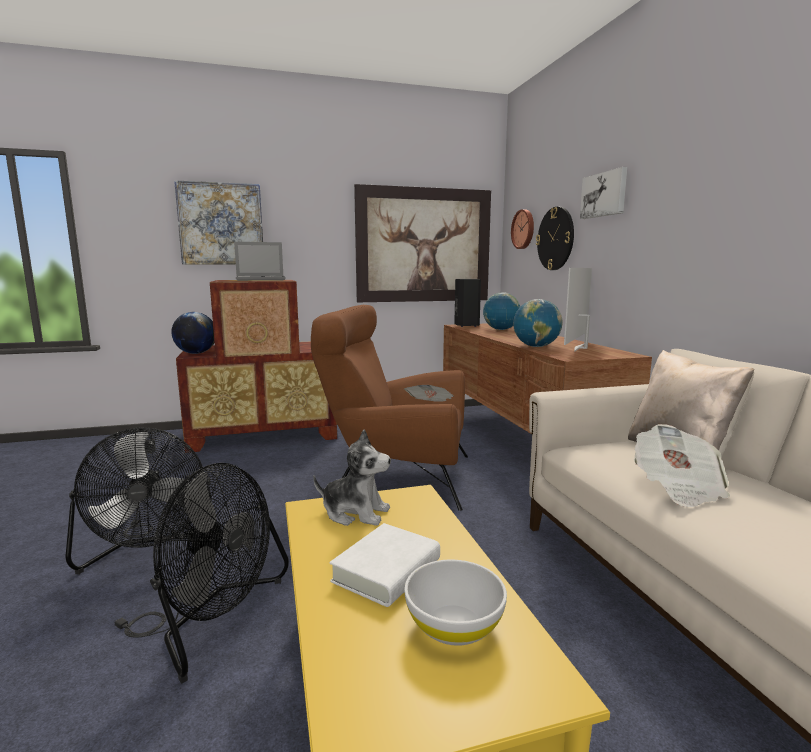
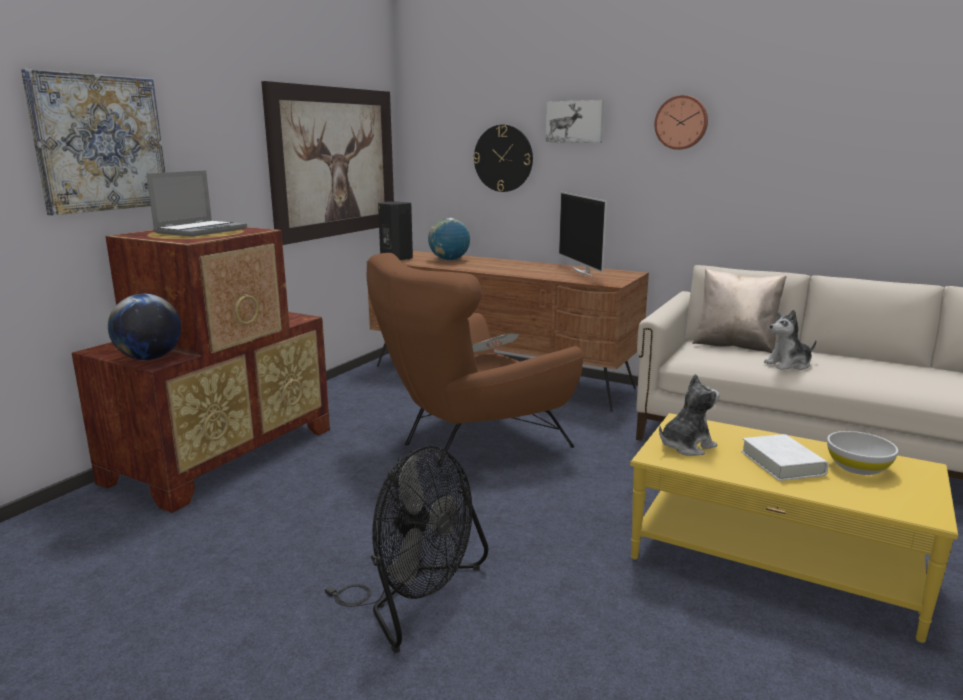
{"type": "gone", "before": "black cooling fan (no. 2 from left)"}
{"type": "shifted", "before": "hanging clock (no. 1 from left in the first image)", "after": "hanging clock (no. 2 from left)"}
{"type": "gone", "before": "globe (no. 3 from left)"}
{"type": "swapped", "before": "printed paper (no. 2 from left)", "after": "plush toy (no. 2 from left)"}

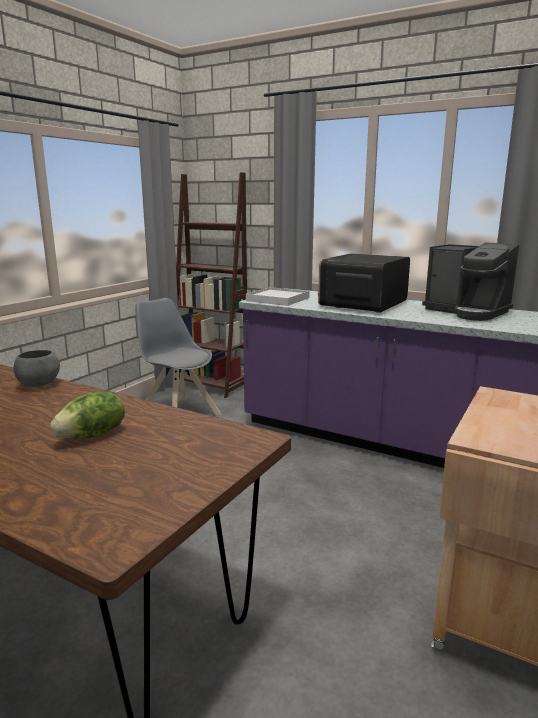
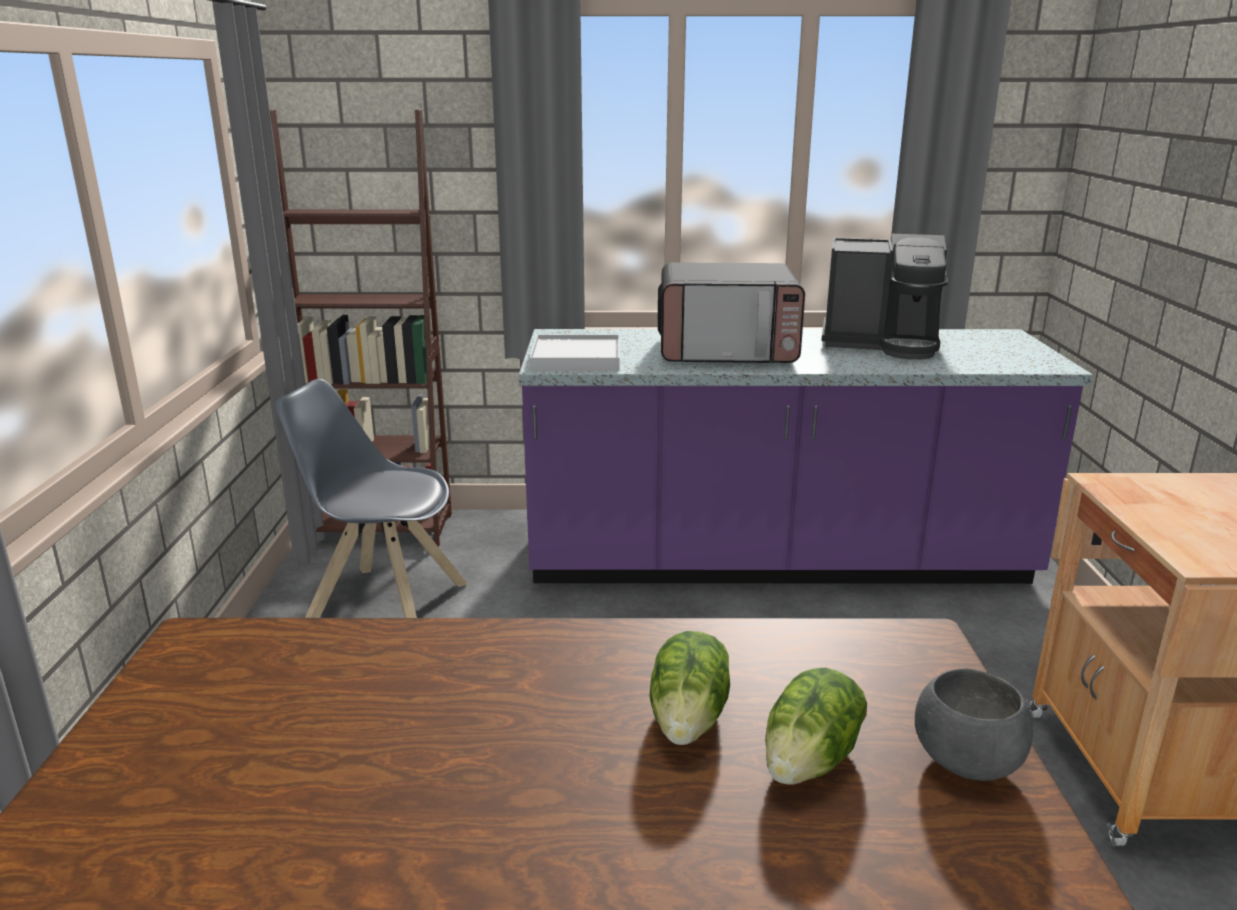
{"type": "shifted", "before": "greyish serving bowl"}
{"type": "rotated", "before": "kitchen microwave", "turn": -90}
{"type": "new", "after": "lettuce (no. 2 from left)"}

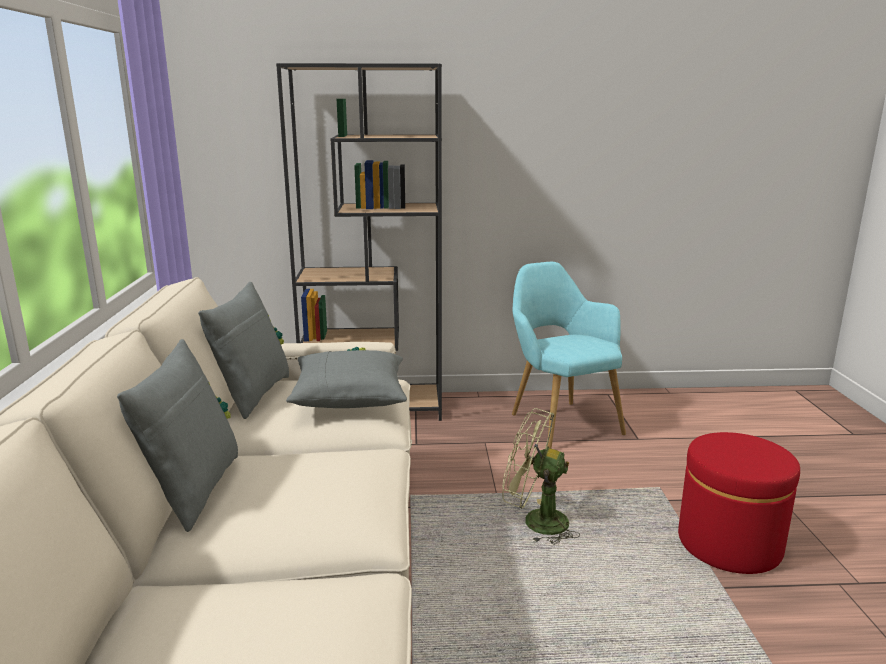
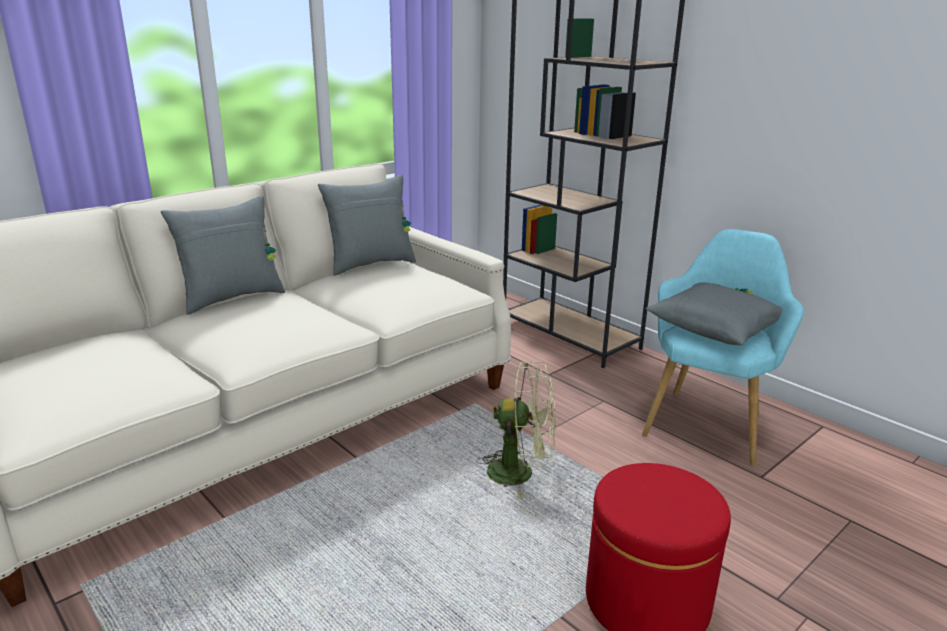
{"type": "shifted", "before": "greyish pillow (no. 3 from left)"}
{"type": "rotated", "before": "greenish cooling fan", "turn": 120}

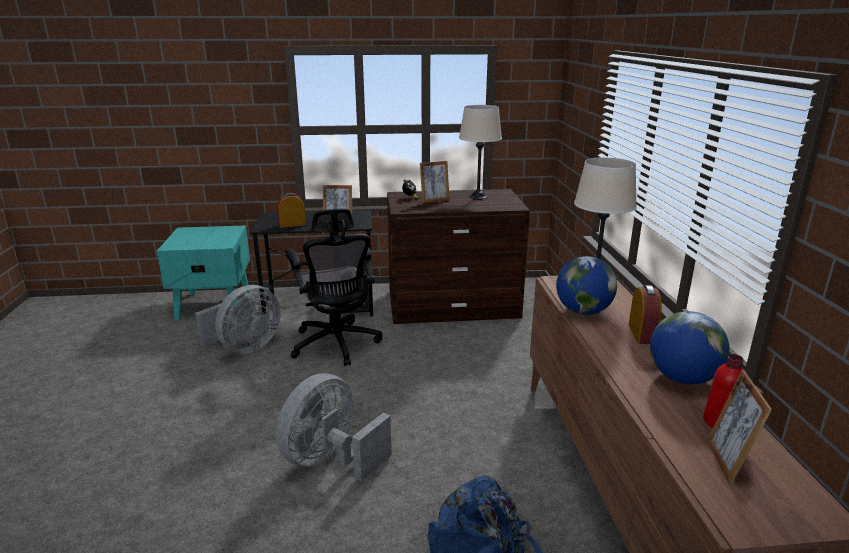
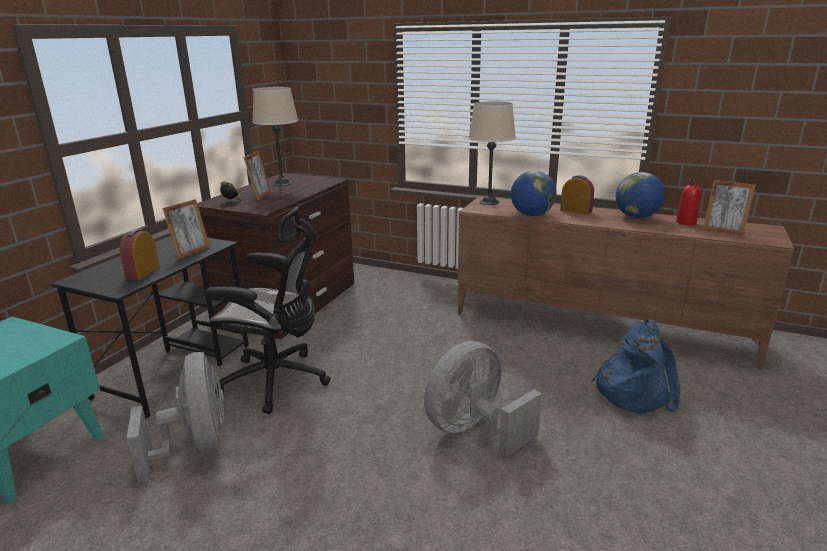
{"type": "rotated", "before": "greyish cooling fan (no. 2 from left)", "turn": 75}

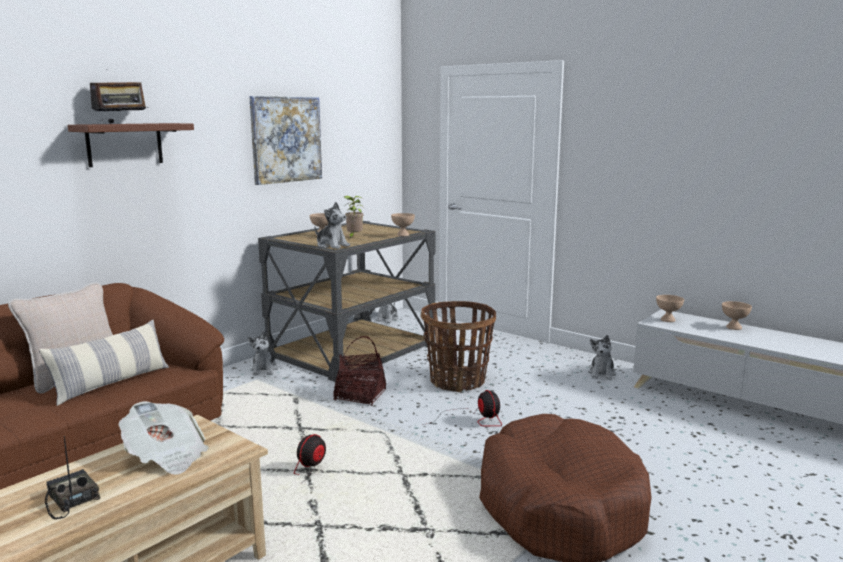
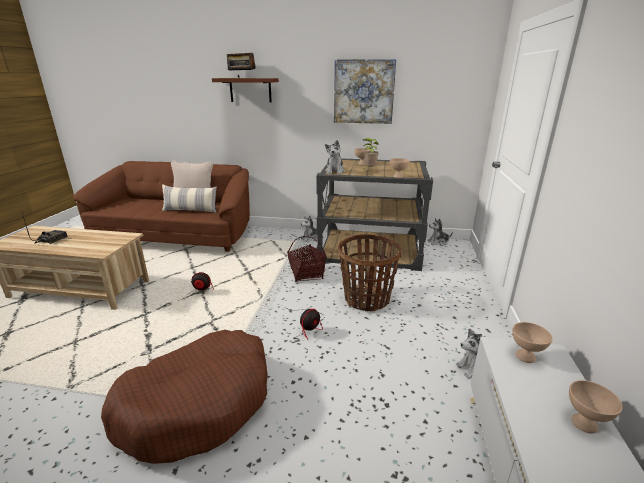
{"type": "gone", "before": "printed paper"}

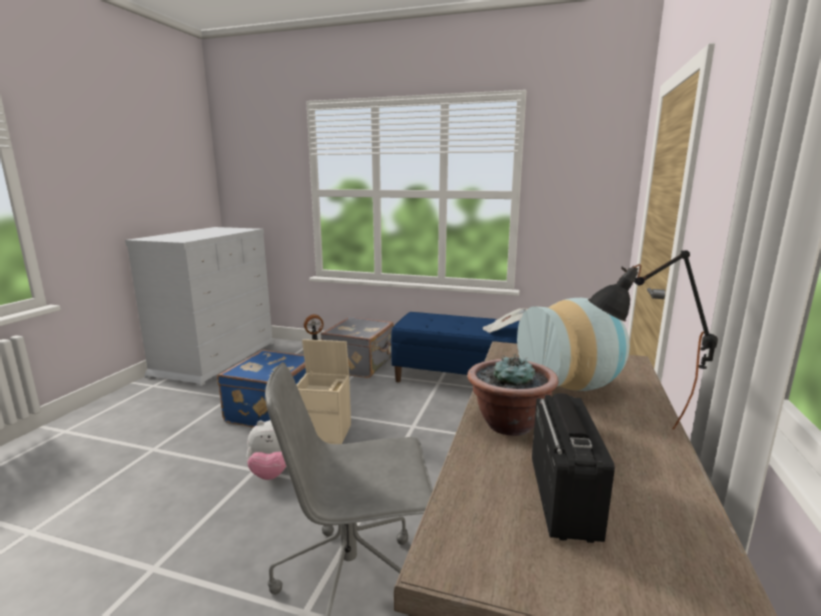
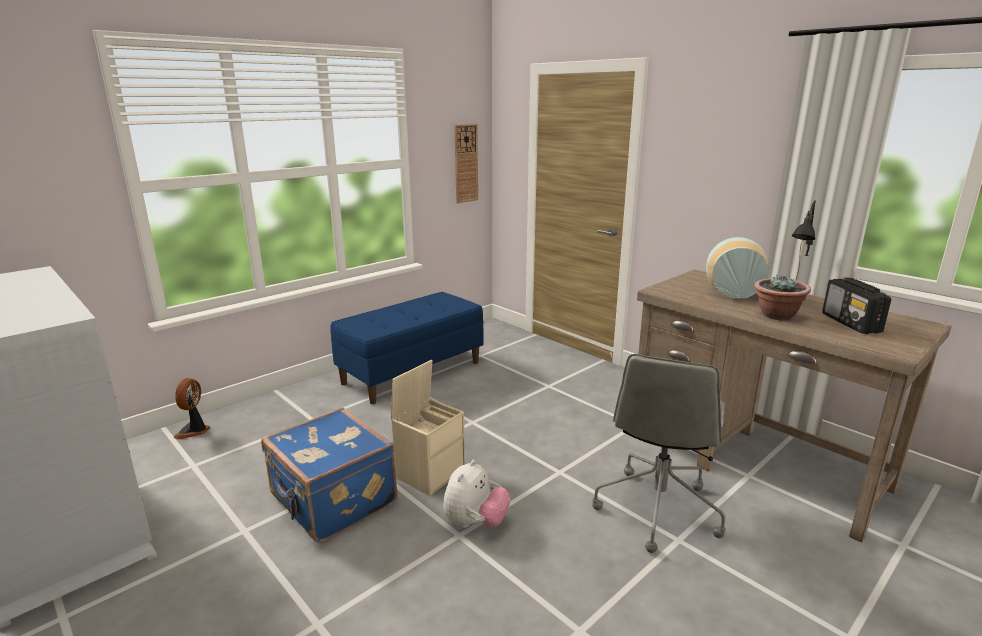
{"type": "gone", "before": "greyish piece of luggage"}
{"type": "gone", "before": "printed paper"}
{"type": "rotated", "before": "radio", "turn": -135}
{"type": "new", "after": "hanging clock"}

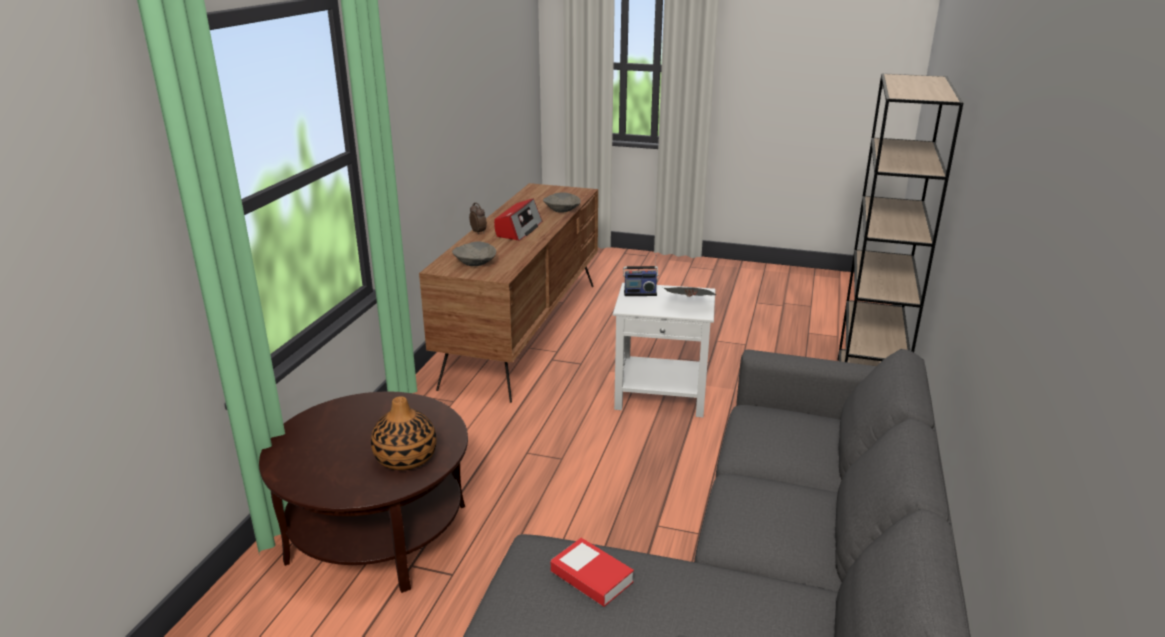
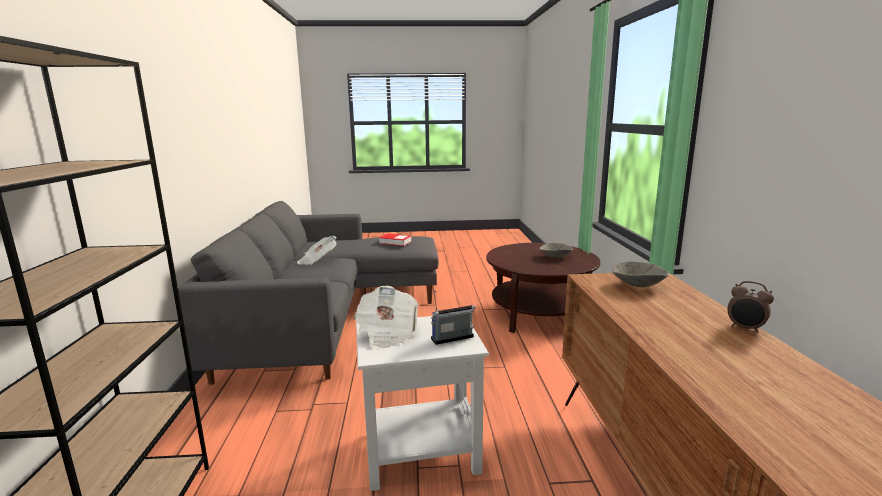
{"type": "gone", "before": "decorative vase"}
{"type": "gone", "before": "radio (no. 1 from left)"}
{"type": "shifted", "before": "greyish serving bowl (no. 2 from left in the first image)", "after": "greyish serving bowl (no. 1 from left)"}
{"type": "new", "after": "printed paper (no. 1 from left)"}

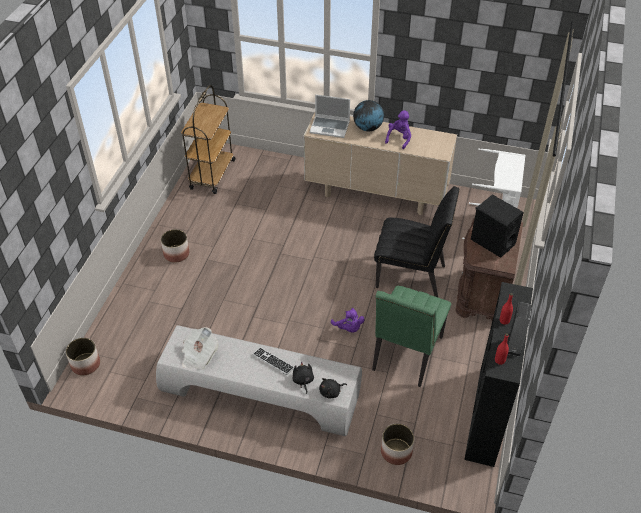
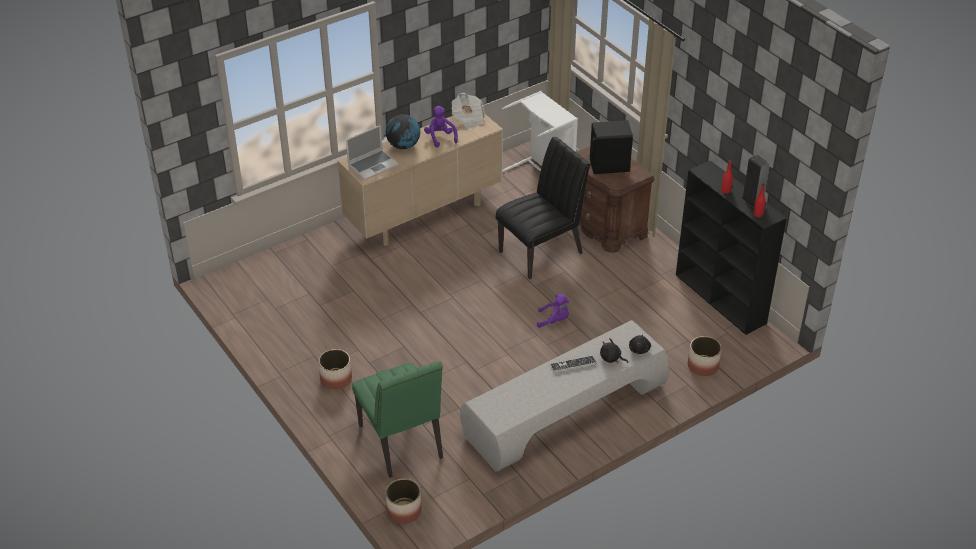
{"type": "gone", "before": "brownish cart"}
{"type": "shifted", "before": "printed paper"}
{"type": "shifted", "before": "greenish upright chair"}

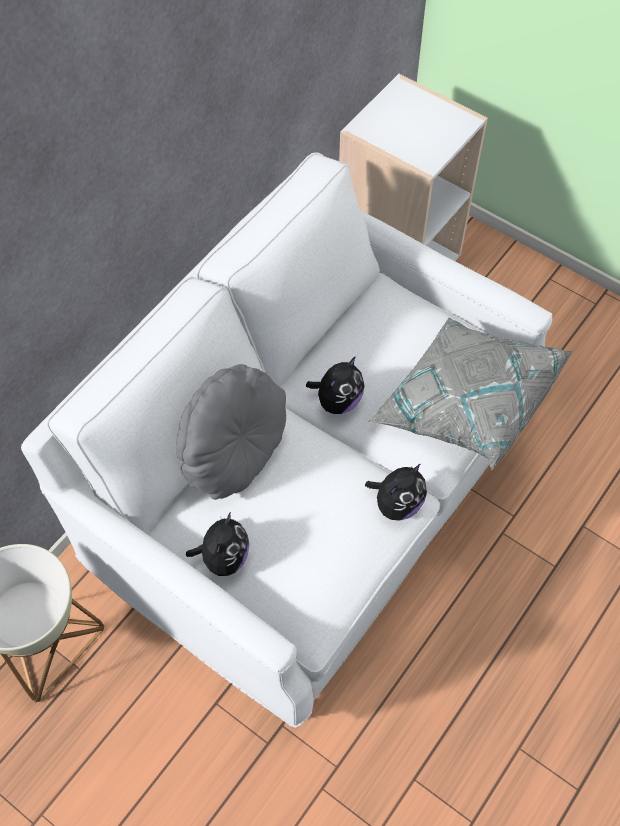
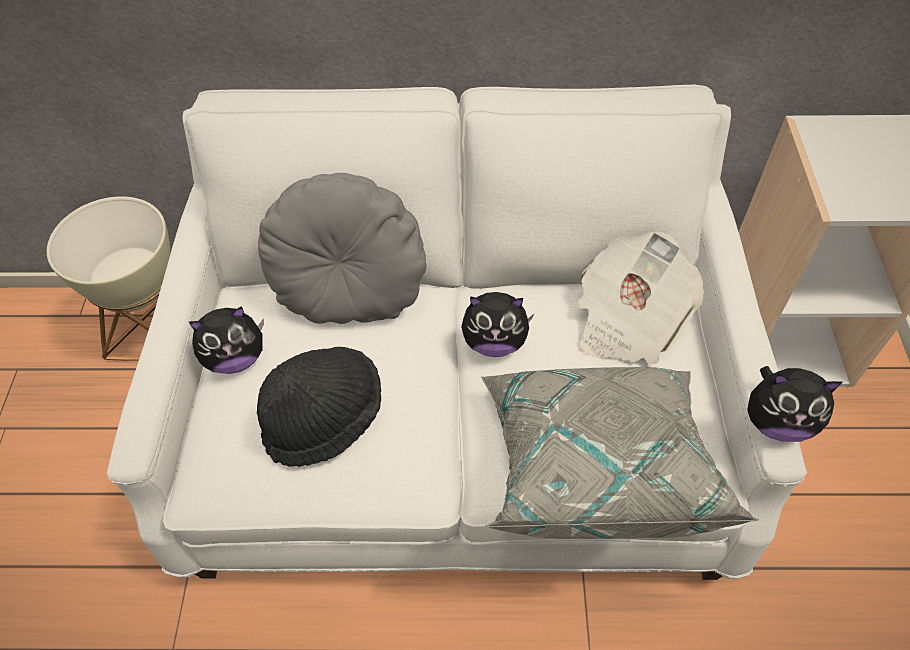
{"type": "shifted", "before": "plush toy (no. 3 from left)"}
{"type": "new", "after": "black wearable hat"}
{"type": "new", "after": "printed paper"}

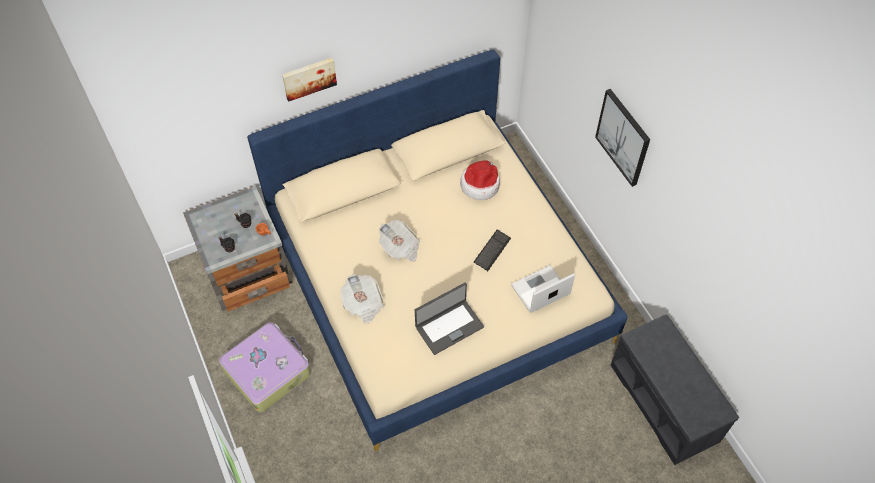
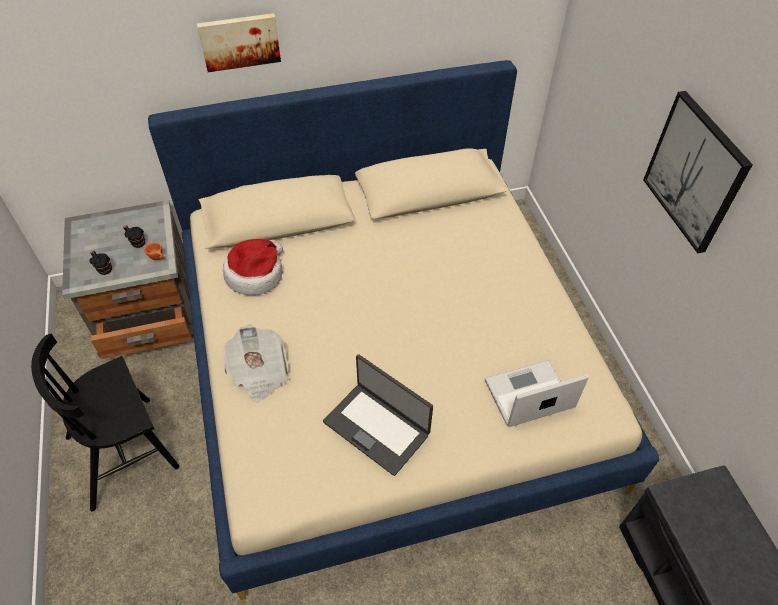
{"type": "swapped", "before": "piece of luggage", "after": "black upright chair"}
{"type": "gone", "before": "printed paper (no. 2 from left)"}
{"type": "rotated", "before": "laptop (no. 1 from left)", "turn": 60}
{"type": "shifted", "before": "wearable hat"}
{"type": "gone", "before": "PC keyboard"}

